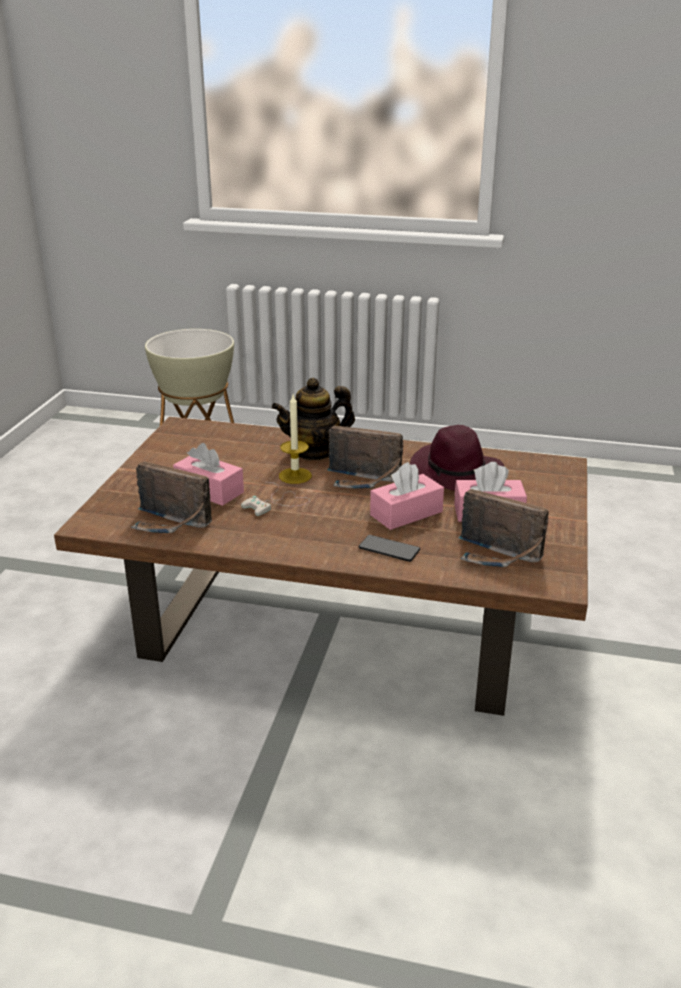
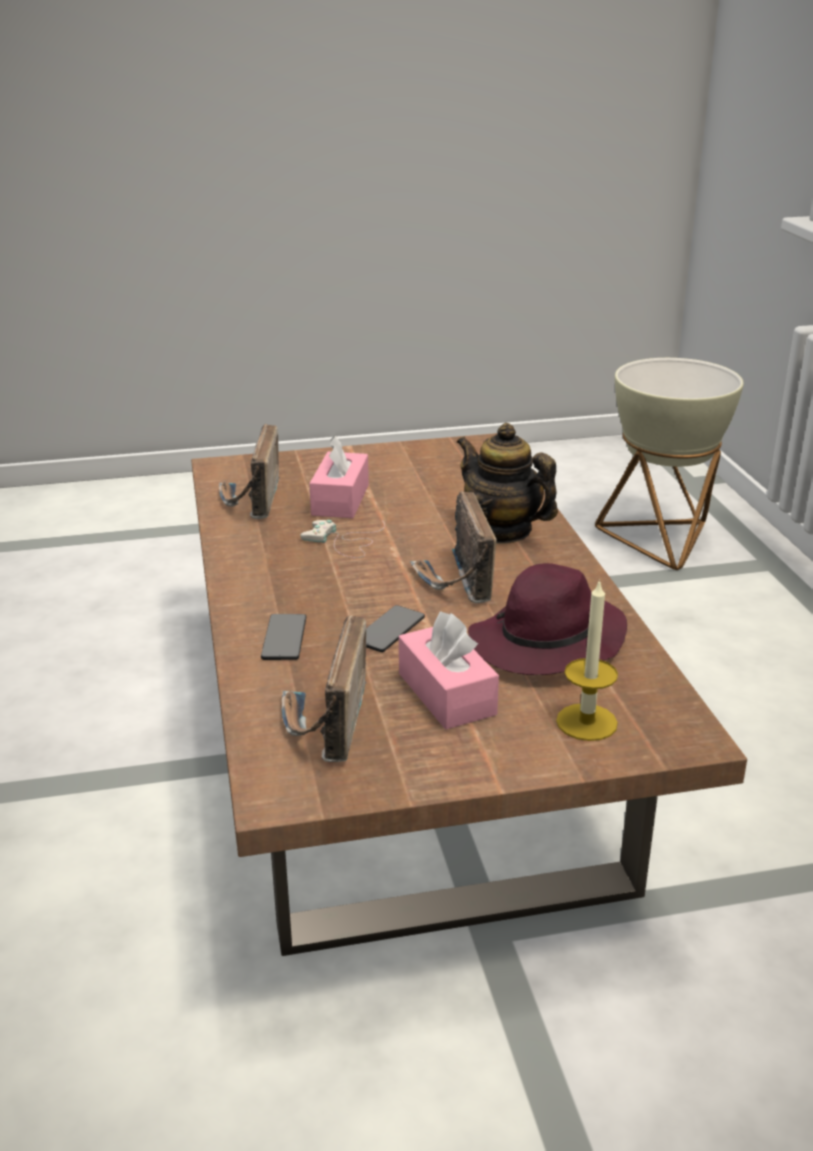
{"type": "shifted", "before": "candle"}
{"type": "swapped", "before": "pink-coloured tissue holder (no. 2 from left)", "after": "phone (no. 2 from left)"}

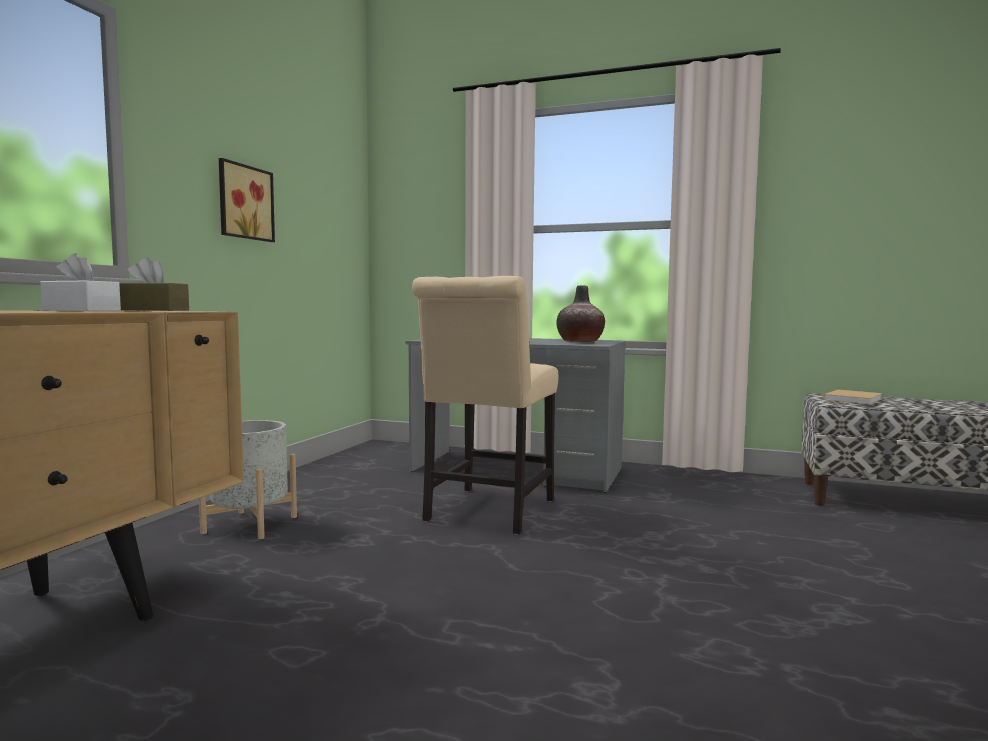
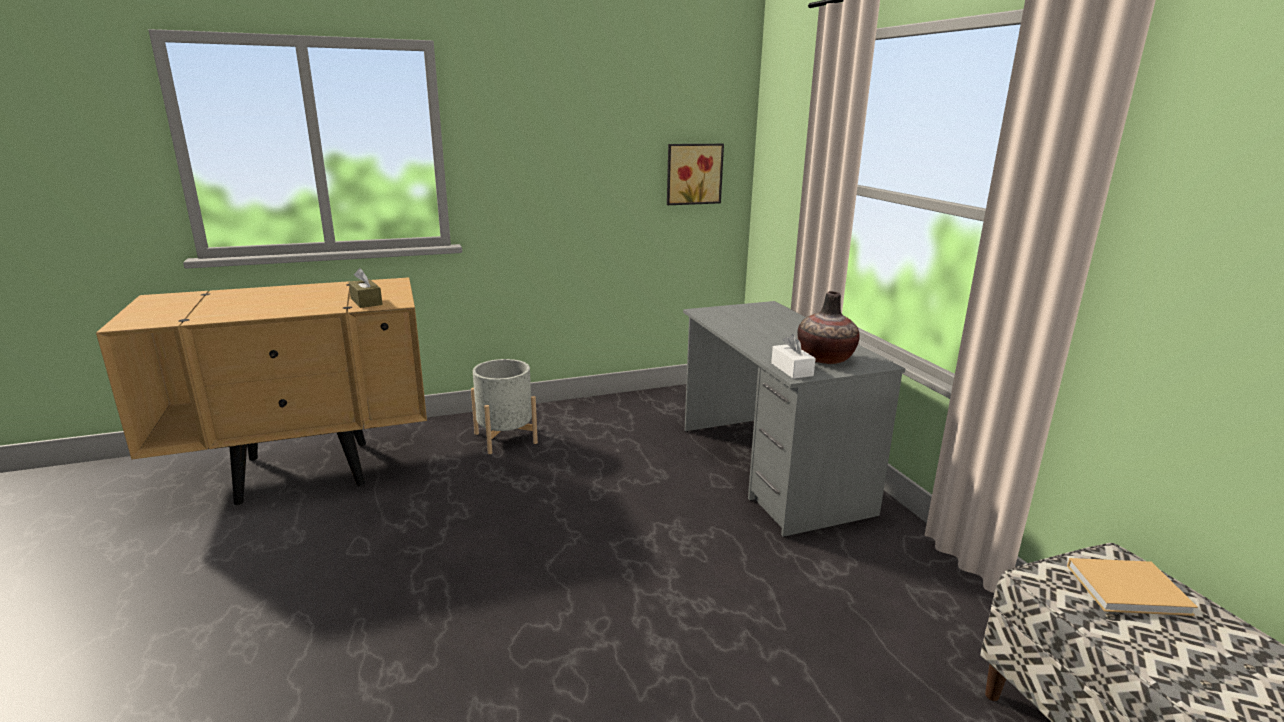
{"type": "shifted", "before": "white tissue holder"}
{"type": "shifted", "before": "wall art"}
{"type": "gone", "before": "sand-coloured upright chair"}

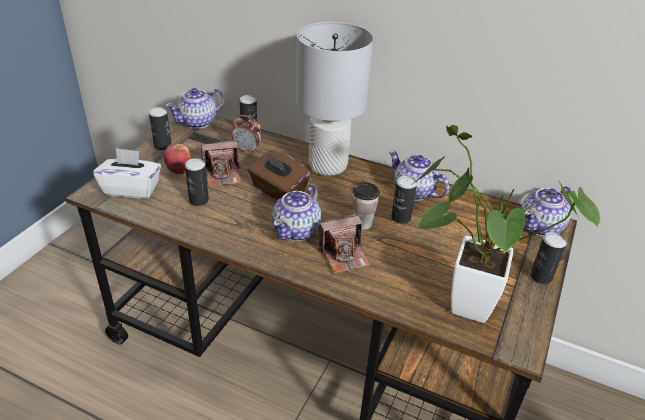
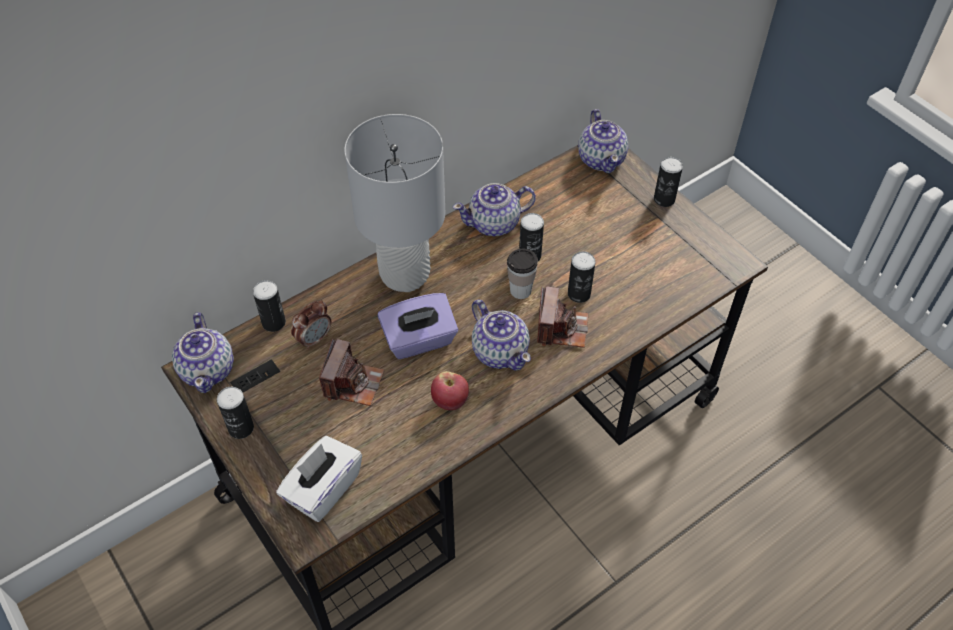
{"type": "shifted", "before": "apple"}
{"type": "shifted", "before": "sealed can (no. 2 from left in the first image)", "after": "sealed can (no. 4 from left)"}
{"type": "repainted", "before": "brownish tissue holder", "after": "purplish tissue holder"}
{"type": "gone", "before": "plant in a pot"}

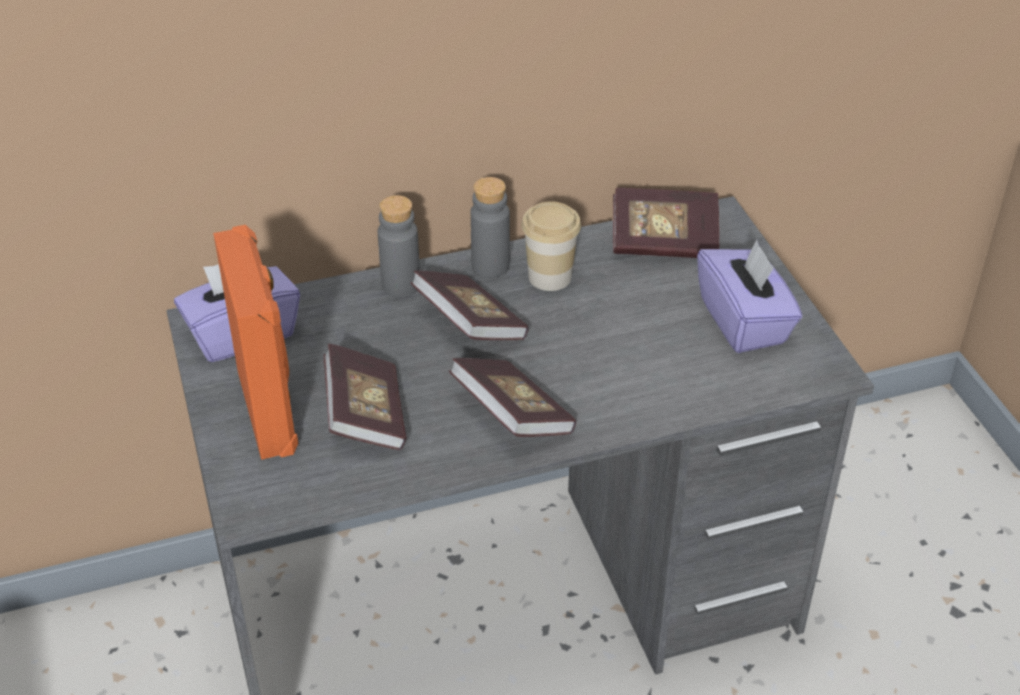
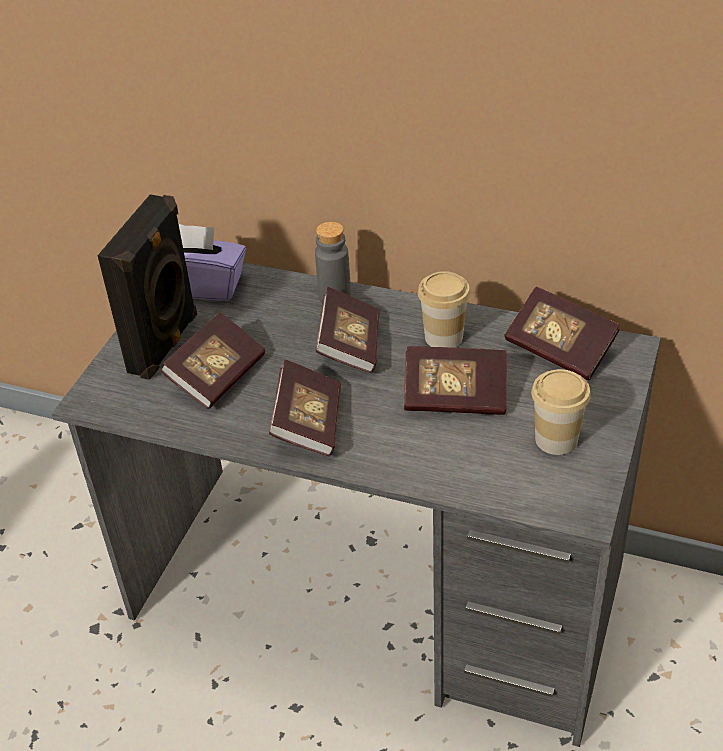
{"type": "repainted", "before": "orangey loudspeaker", "after": "black loudspeaker"}
{"type": "gone", "before": "greyish bottle (no. 2 from left)"}
{"type": "swapped", "before": "purplish tissue holder (no. 2 from left)", "after": "small cup (no. 2 from left)"}
{"type": "new", "after": "bound book (no. 4 from left)"}

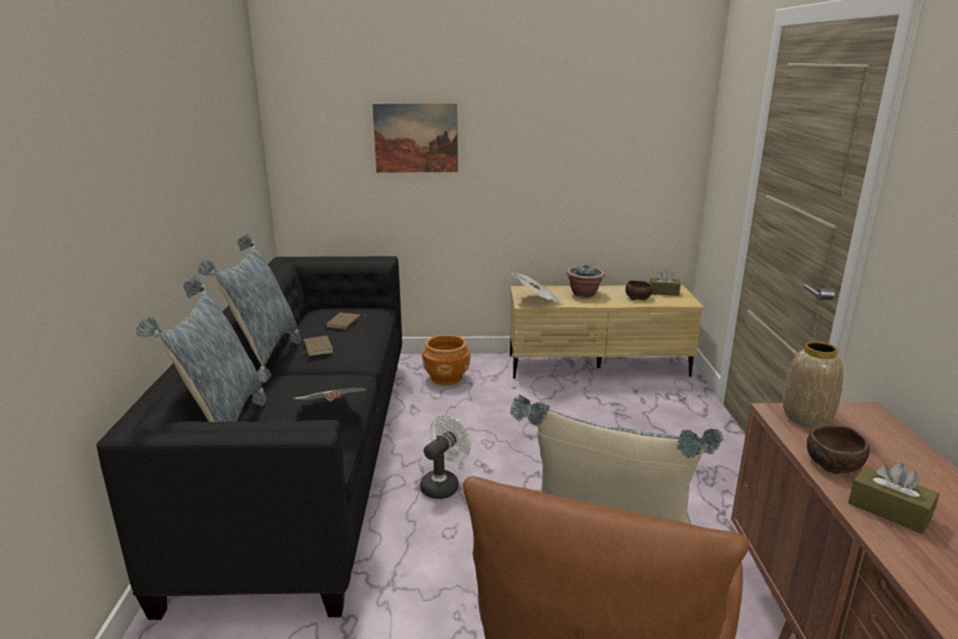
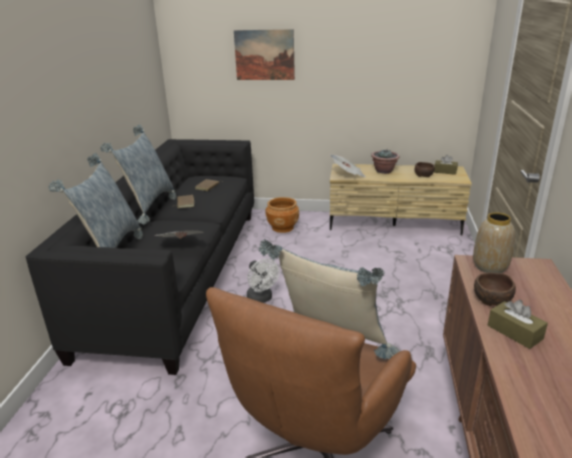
{"type": "rotated", "before": "white cooling fan", "turn": 105}

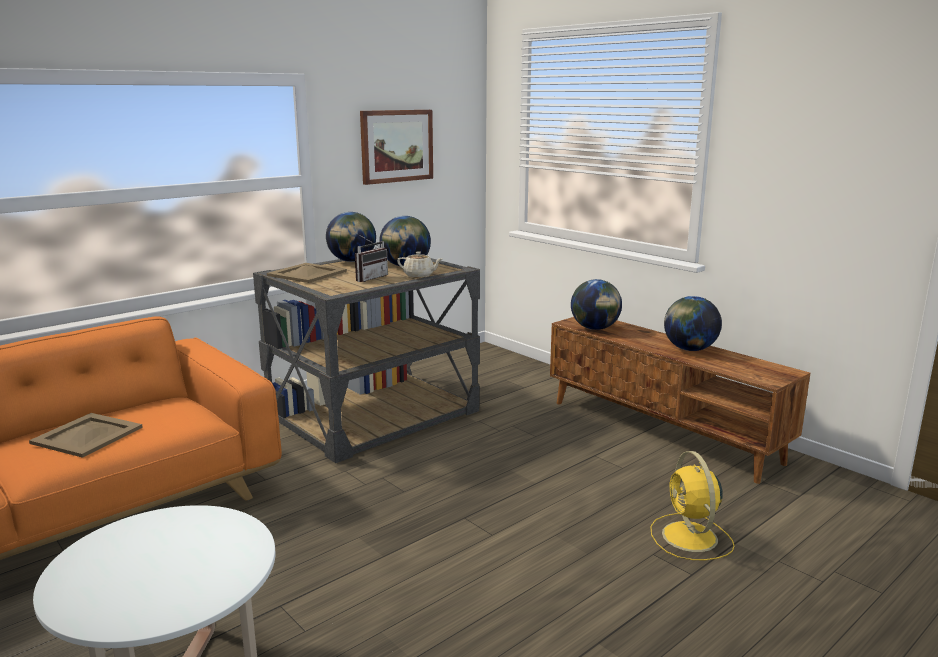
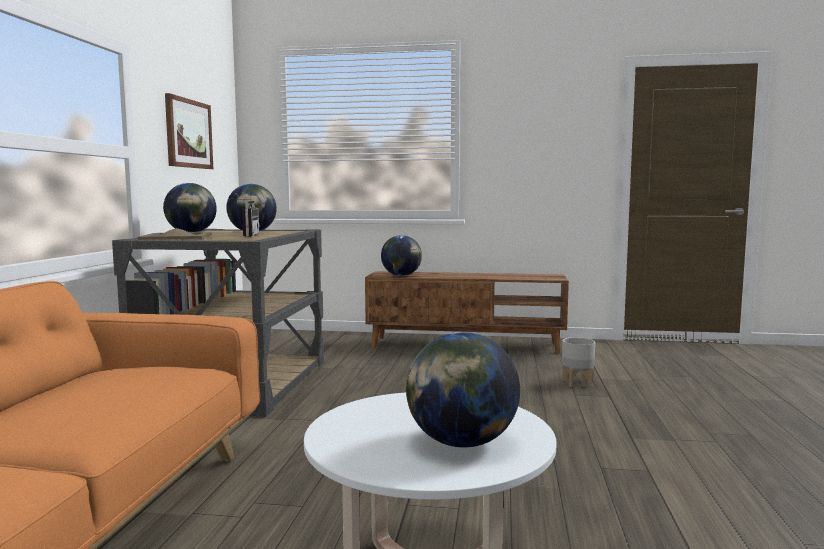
{"type": "gone", "before": "sand-coloured carrying tray (no. 1 from left)"}
{"type": "gone", "before": "sand-coloured teapot"}
{"type": "swapped", "before": "yellow cooling fan", "after": "greyish flower pot"}
{"type": "shifted", "before": "globe (no. 4 from left)"}

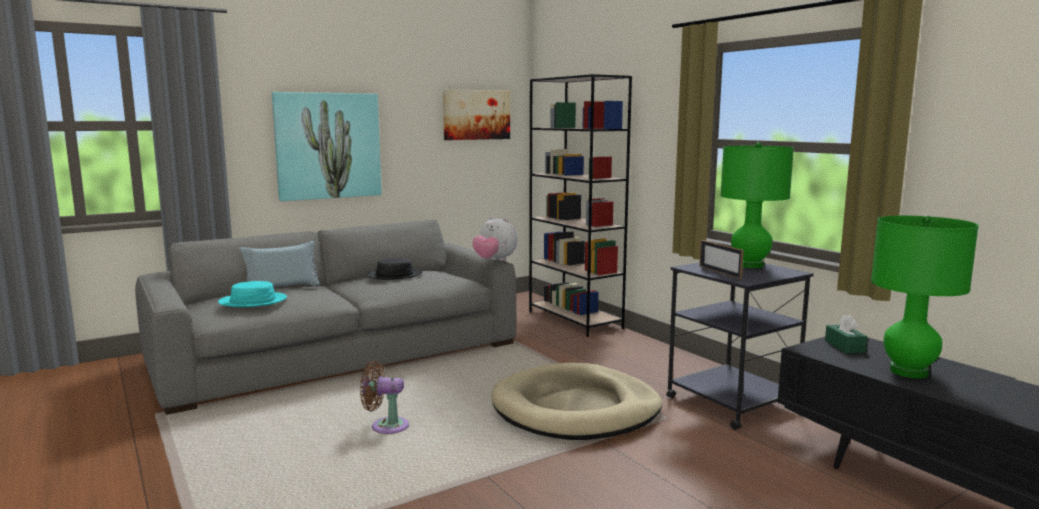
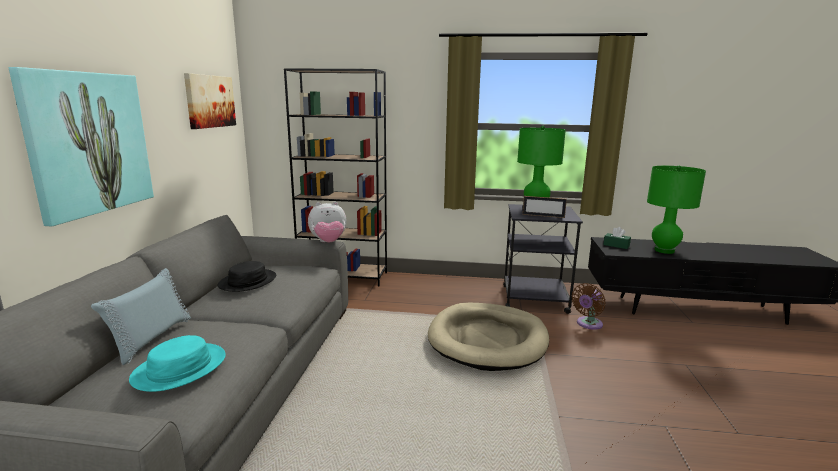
{"type": "shifted", "before": "brownish cooling fan"}

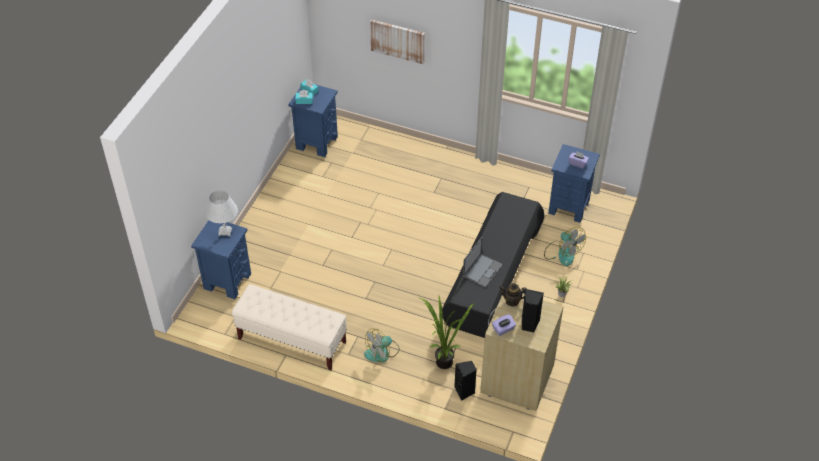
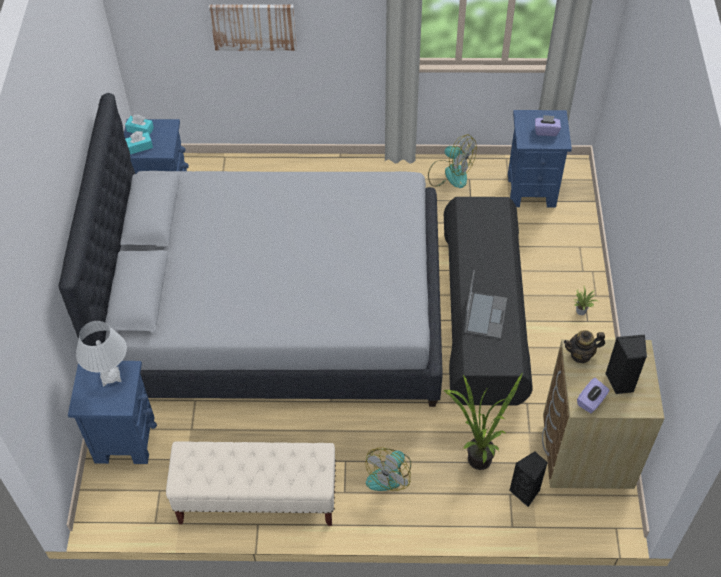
{"type": "shifted", "before": "cooling fan (no. 2 from left)"}
{"type": "new", "after": "greyish bedroom bed"}

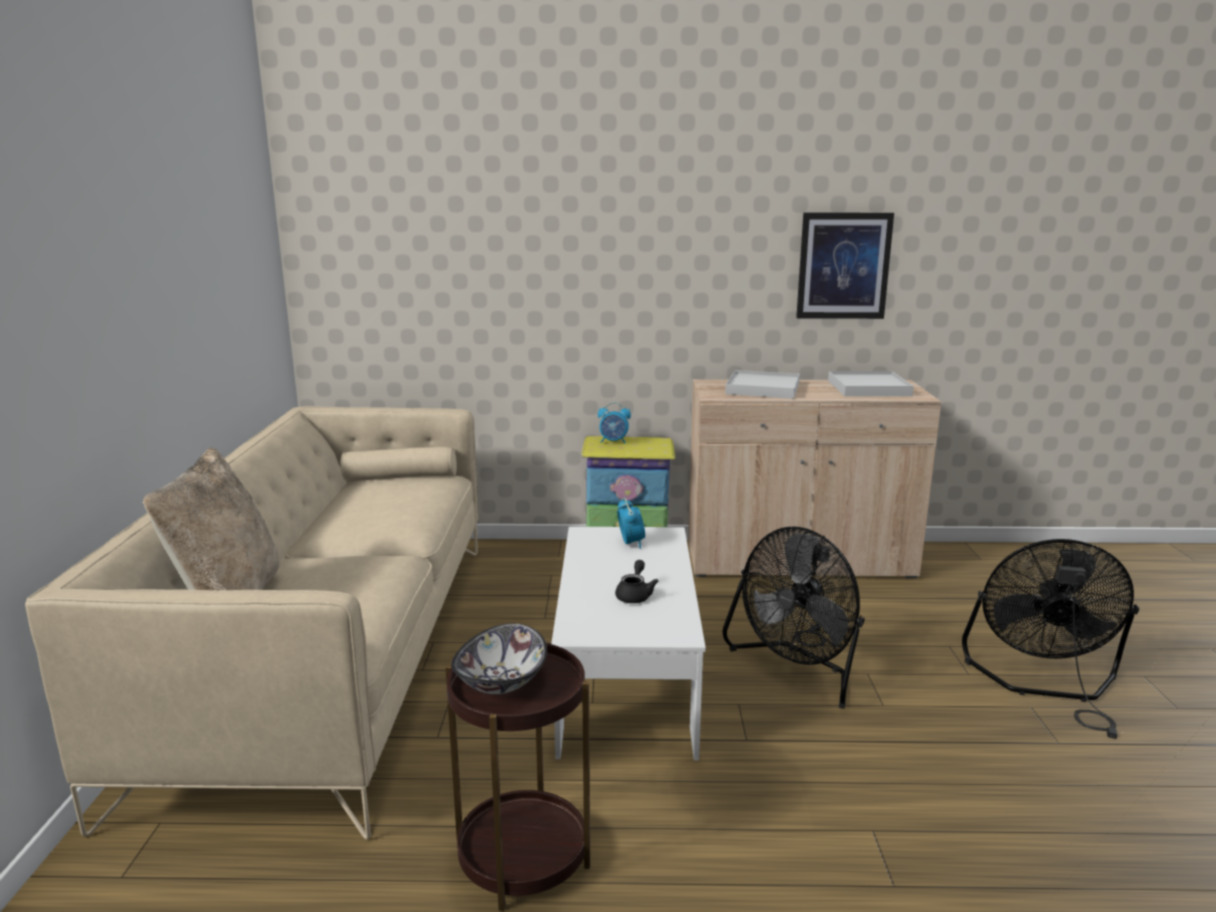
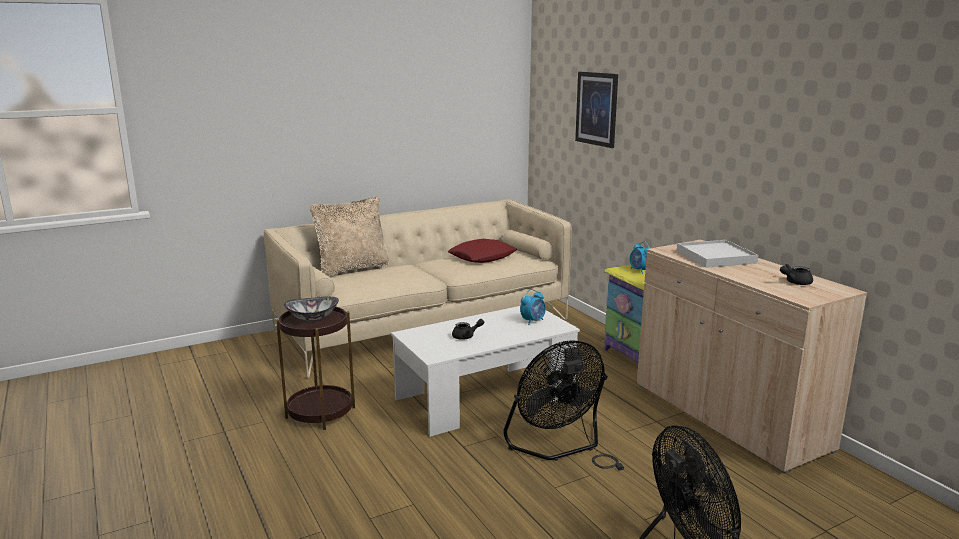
{"type": "rotated", "before": "black cooling fan (no. 1 from left)", "turn": 45}
{"type": "shifted", "before": "wall art"}
{"type": "swapped", "before": "white carrying tray (no. 2 from left)", "after": "black teapot (no. 2 from left)"}
{"type": "new", "after": "reddish pillow"}

